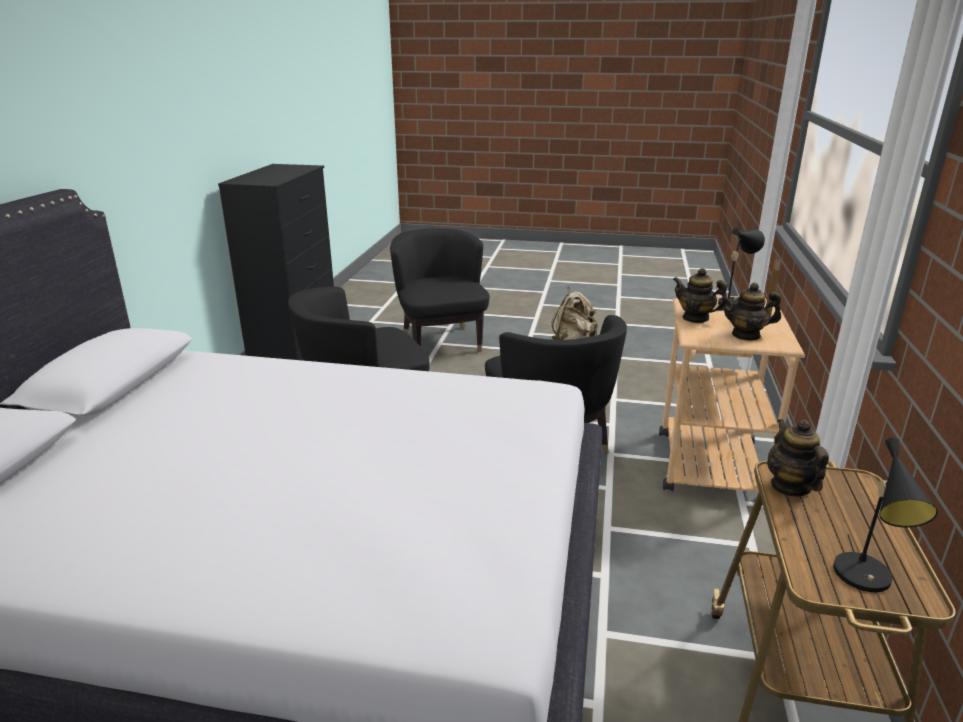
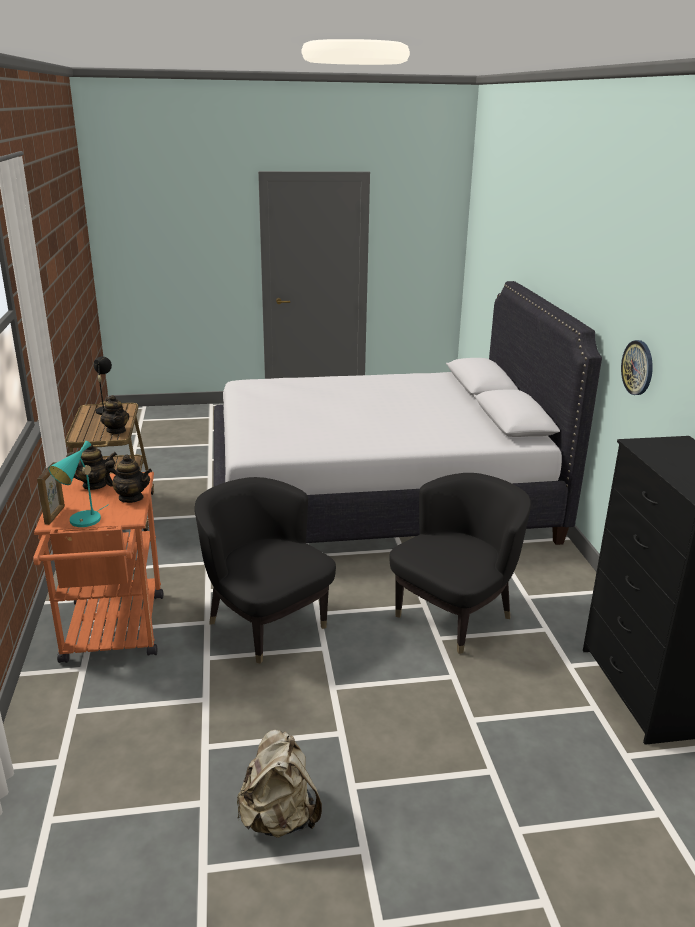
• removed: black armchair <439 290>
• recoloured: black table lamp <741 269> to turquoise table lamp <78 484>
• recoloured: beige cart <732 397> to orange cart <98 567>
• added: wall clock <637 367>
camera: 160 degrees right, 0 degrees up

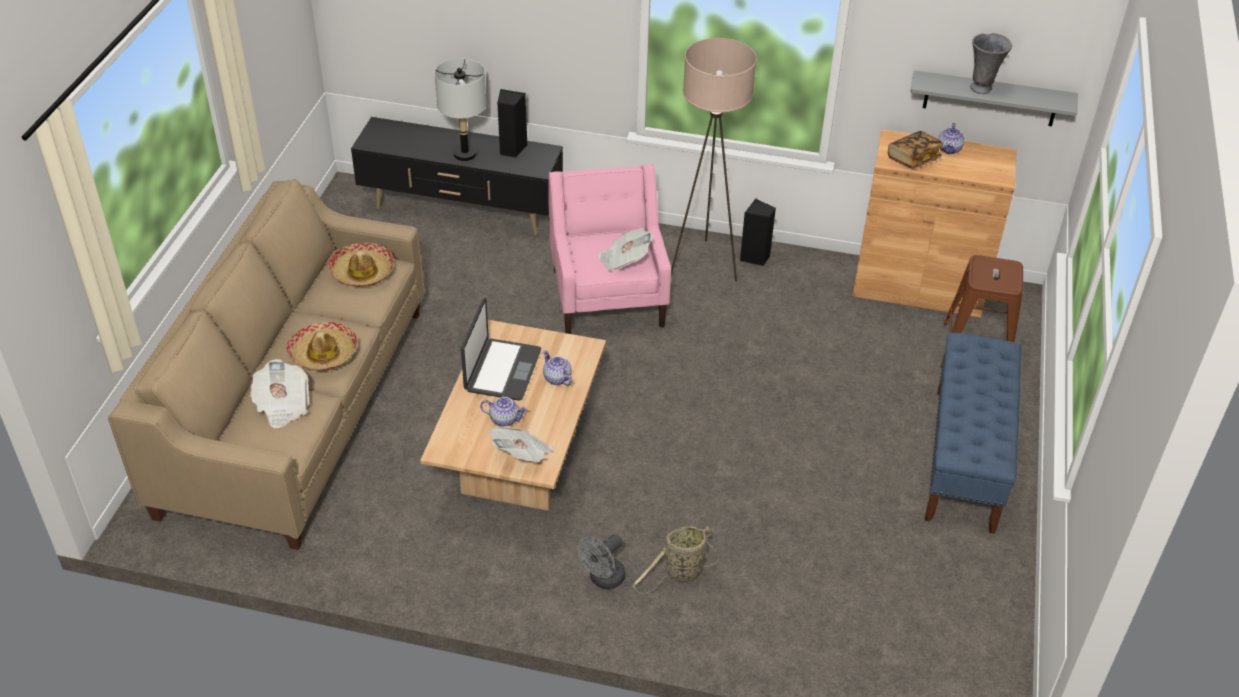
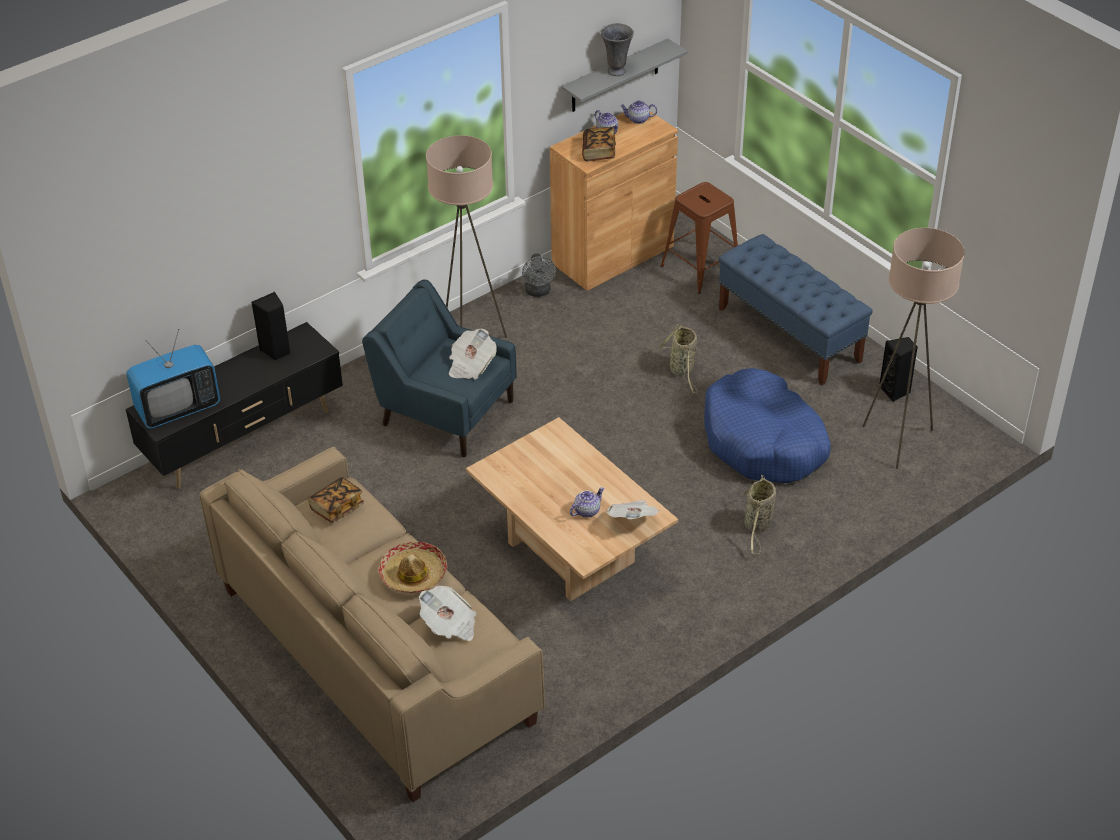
• removed: grey table lamp <460 109>
• recoloured: pink armchair <609 249> to blue armchair <439 368>
• moved: black speaker <758 232> to <898 369>
• replaced: hat <361 264> to book <336 500>
• removed: laptop <501 349>
• moved: teapot <557 368> to <638 112>
• moved: grey fan <601 561> to <539 275>
• added: beige floor lamp <913 348>
• added: basket <678 359>
• added: television <173 379>
• added: blue dog bed <767 425>
camera: 50 degrees left, 0 degrees up

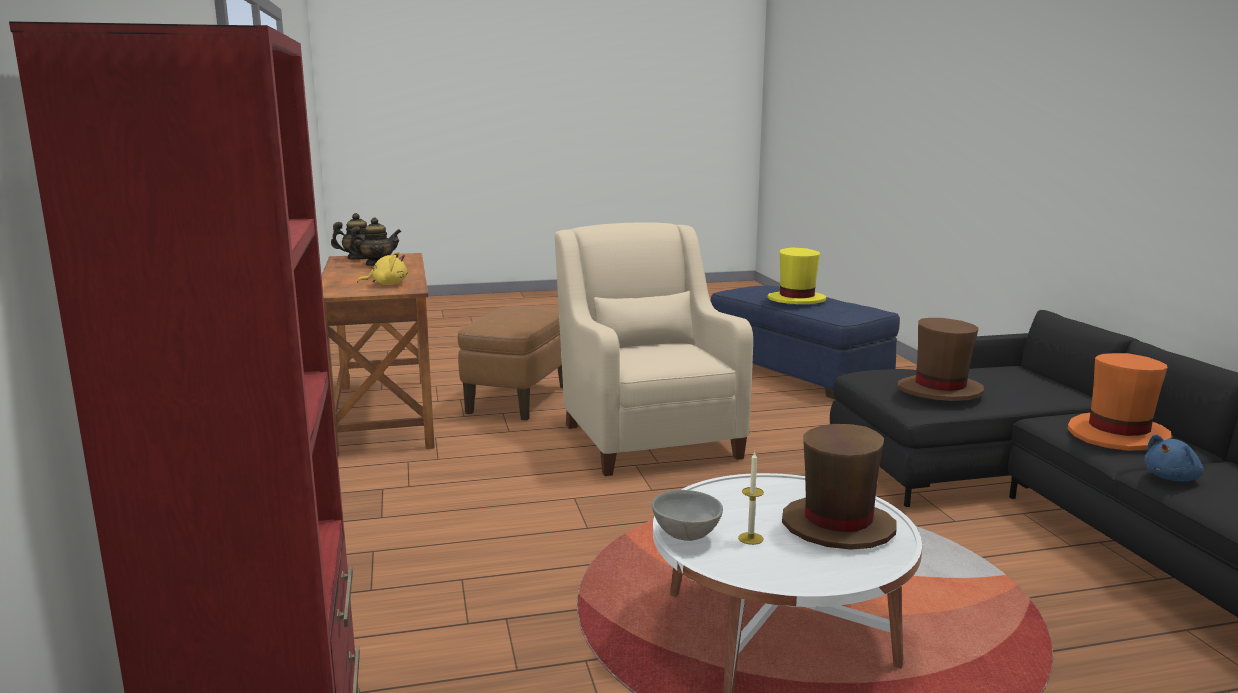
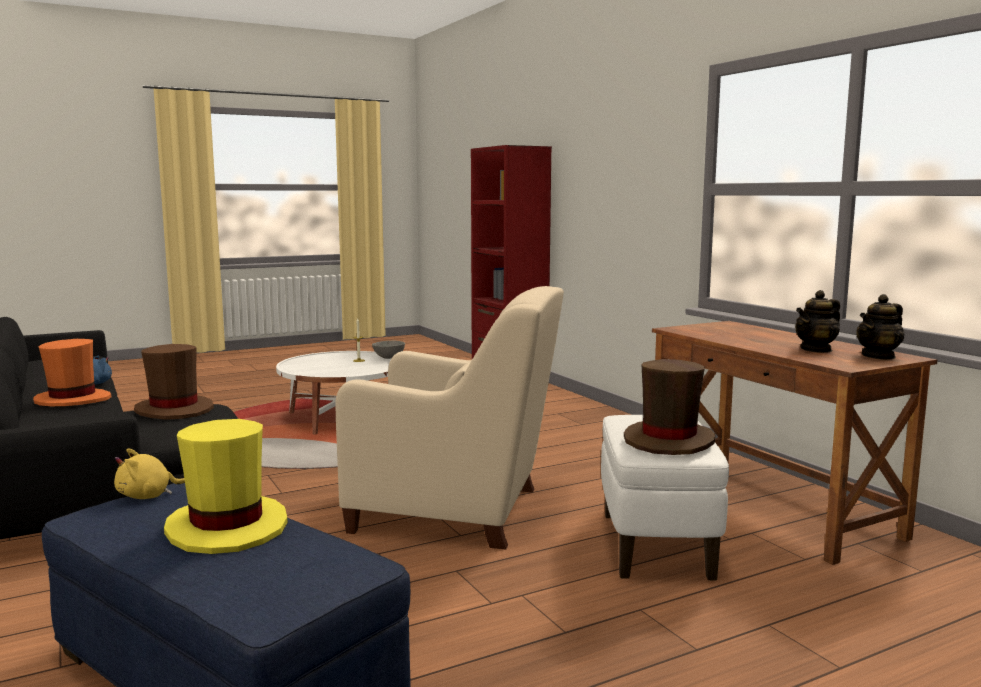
• turned: beige armchair <654 349> = <449 417> 45 degrees counterclockwise
• moved: yellow plush toy <382 268> to <149 474>
• recoloured: brown ottoman <510 363> to white ottoman <665 497>
• moved: brown hat <839 487> to <669 407>
camera: 165 degrees right, 5 degrees down

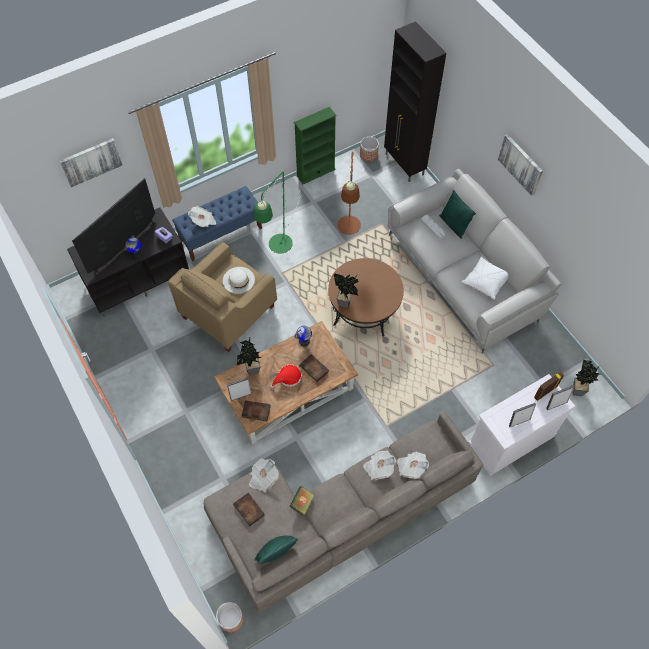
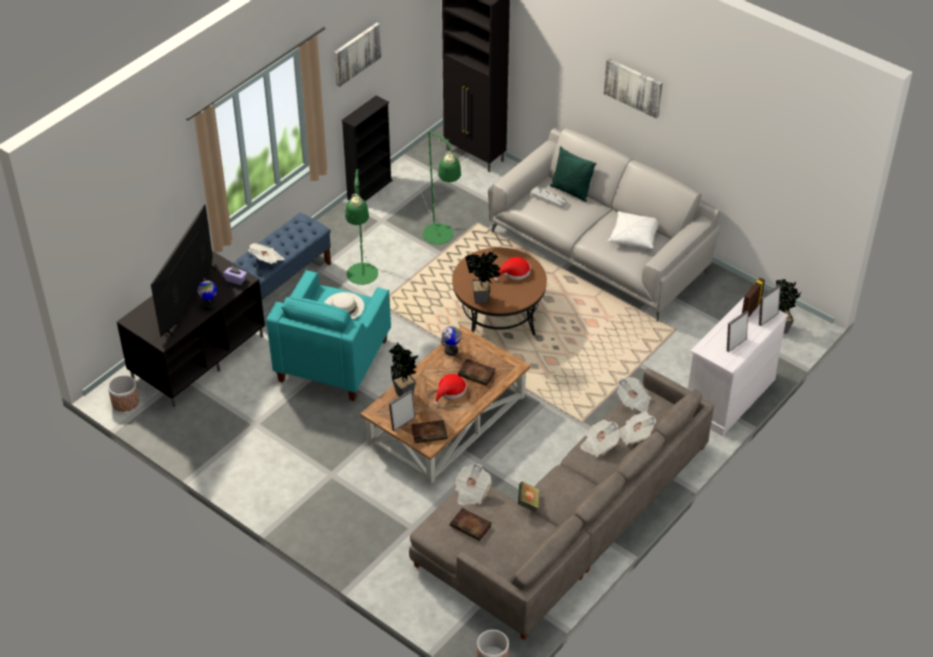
• recoloured: green bookcase <315 145> to black bookcase <367 148>
• moved: planter <369 149> to <123 393>
• moved: picture <91 162> to <357 55>
• recoloured: brown floor lamp <349 193> to green floor lamp <438 187>
• recoloured: beige armchair <222 297> to turquoise armchair <328 335>
• removed: green pillow <276 549>
• added: red hat <512 269>
• added: newspaper <634 395>
camera: 20 degrees left, 15 degrees down

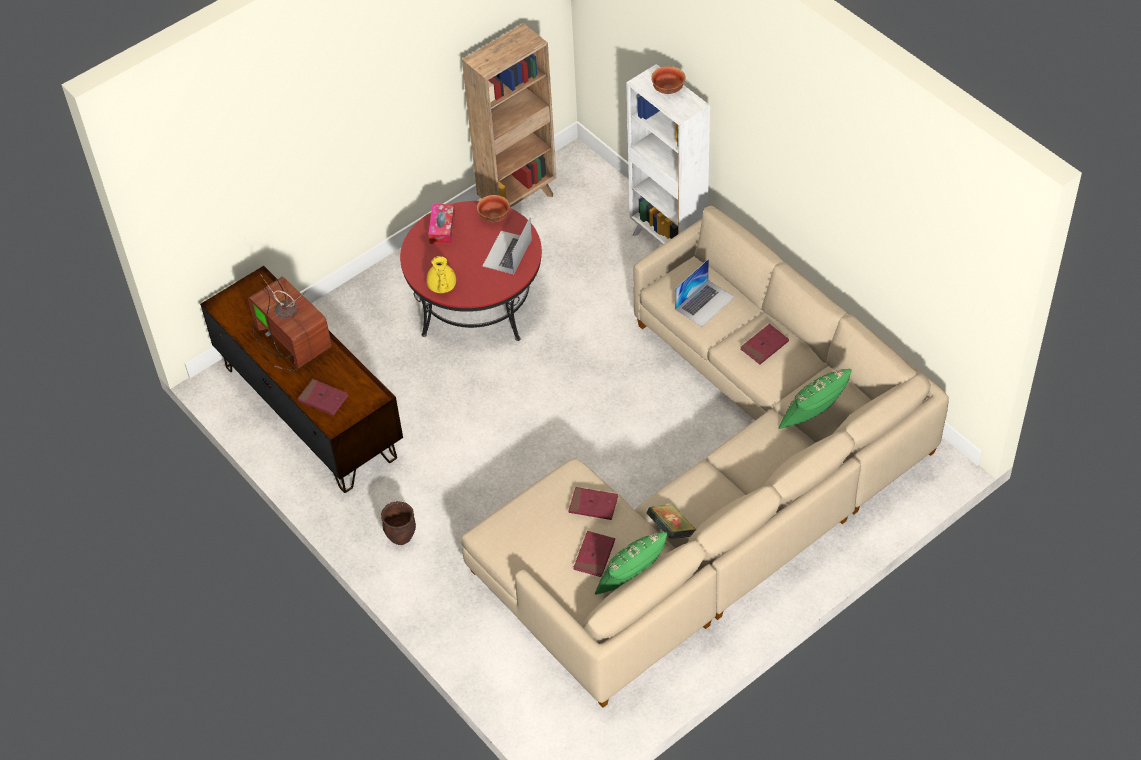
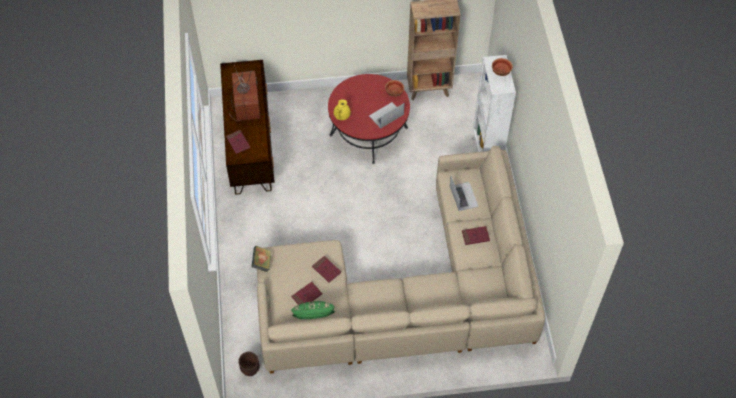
• removed: tissue box <441 224>
• turned: laptop <704 293> = <464 193> 90 degrees counterclockwise
• removed: green pillow <815 399>
• moved: brown planter <398 523> to <249 364>
• moved: book <671 521> to <261 259>
camera: 30 degrees right, 5 degrees up

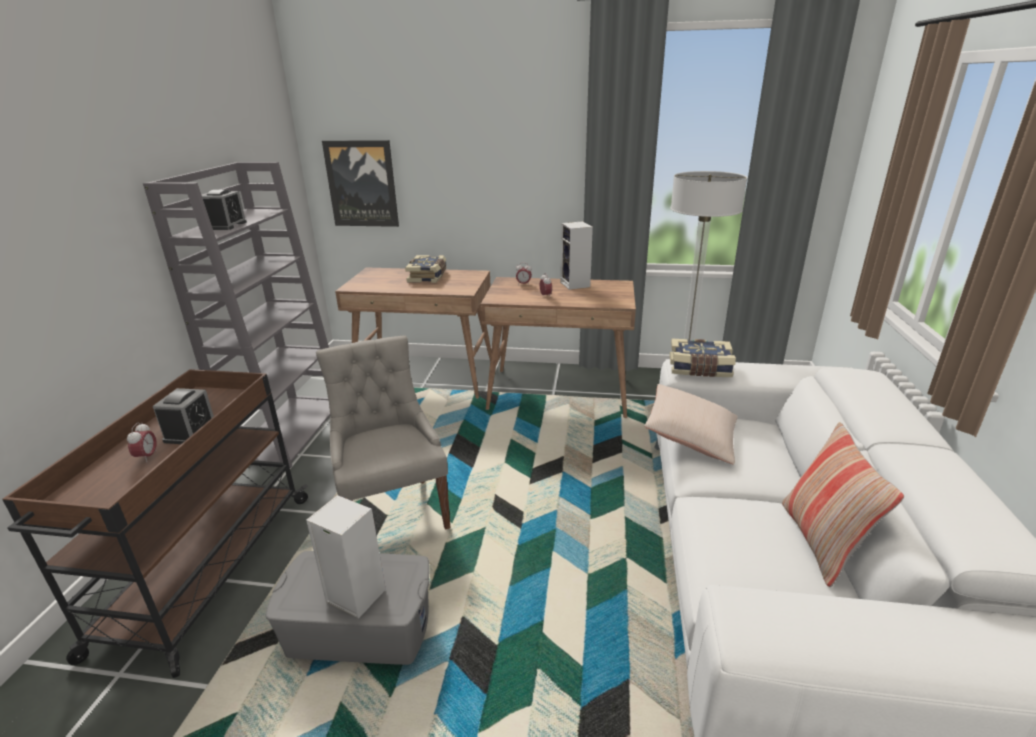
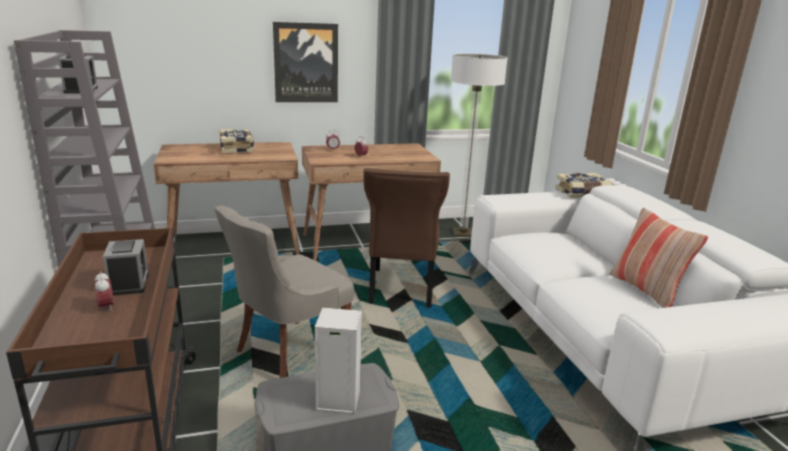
• moved: picture <360 183> to <305 62>
• removed: speaker <576 255>
• turned: grey chair <383 432> = <284 292> 90 degrees counterclockwise
• moved: book <703 357> to <583 185>
• removed: beige pillow <691 424>
• added: brown chair <407 238>
camera: 25 degrees left, 5 degrees down

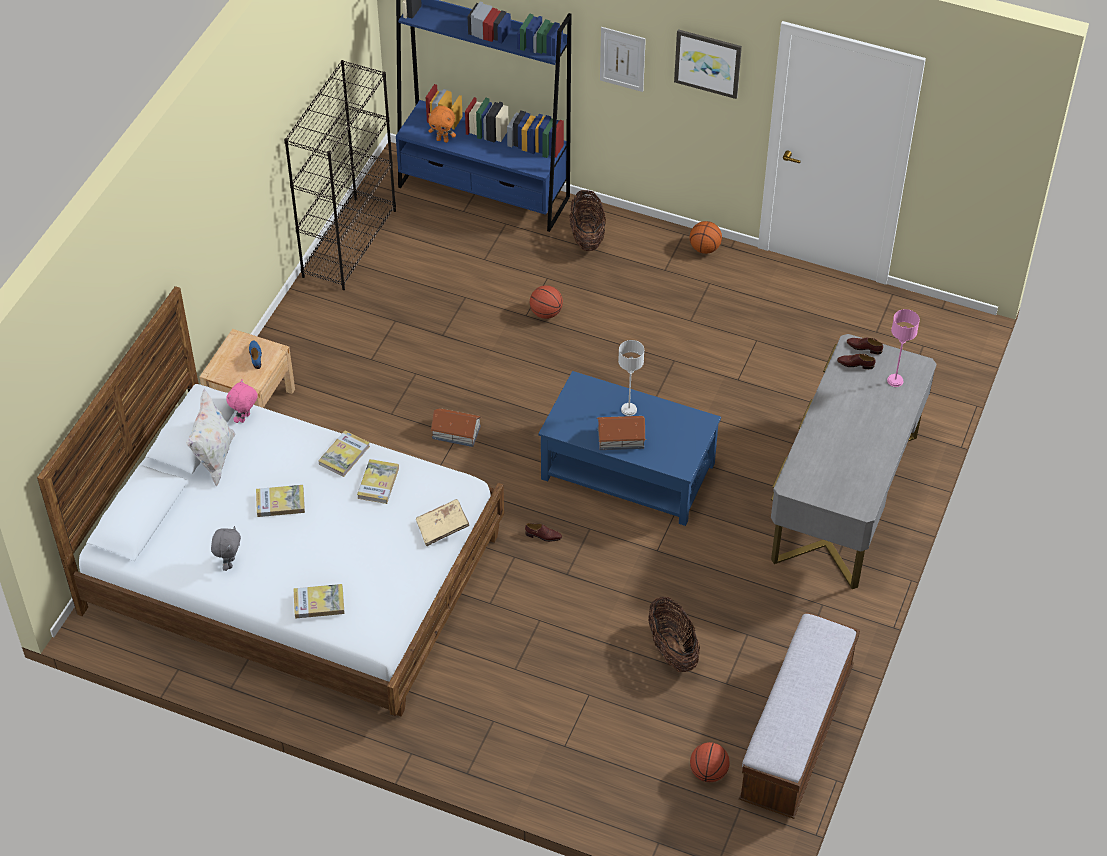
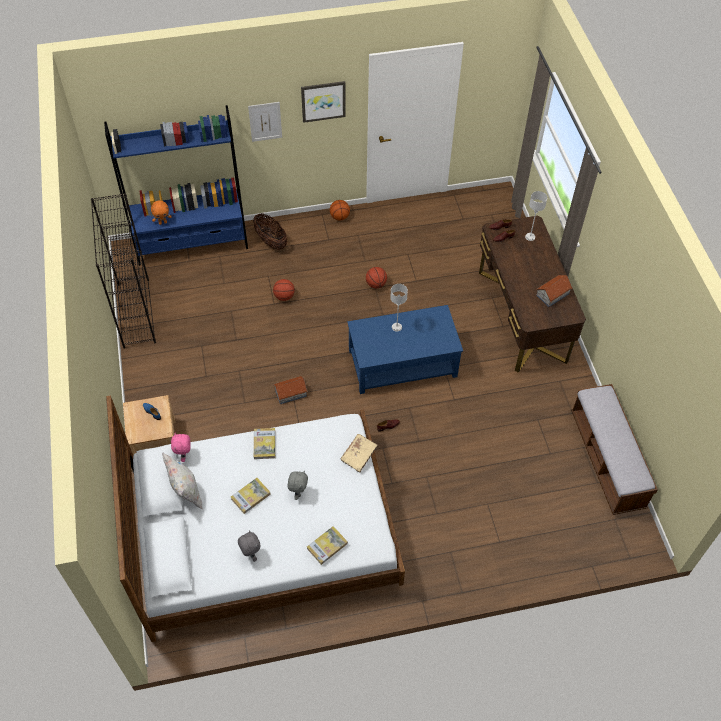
• recoloured: pink table lamp <903 348> to grey table lamp <536 216>
• recoloured: grey desk <854 461> to brown desk <532 294>
• moved: toy house <621 433> to <554 291>
• removed: book <378 481>
• removed: basket <674 634>
• moved: basketball <710 762> to <376 277>
• added: grey plush toy <297 485>
camera: 35 degrees left, 5 degrees up

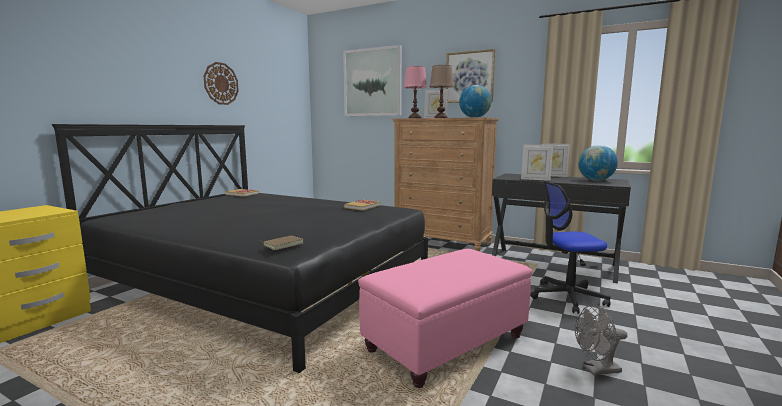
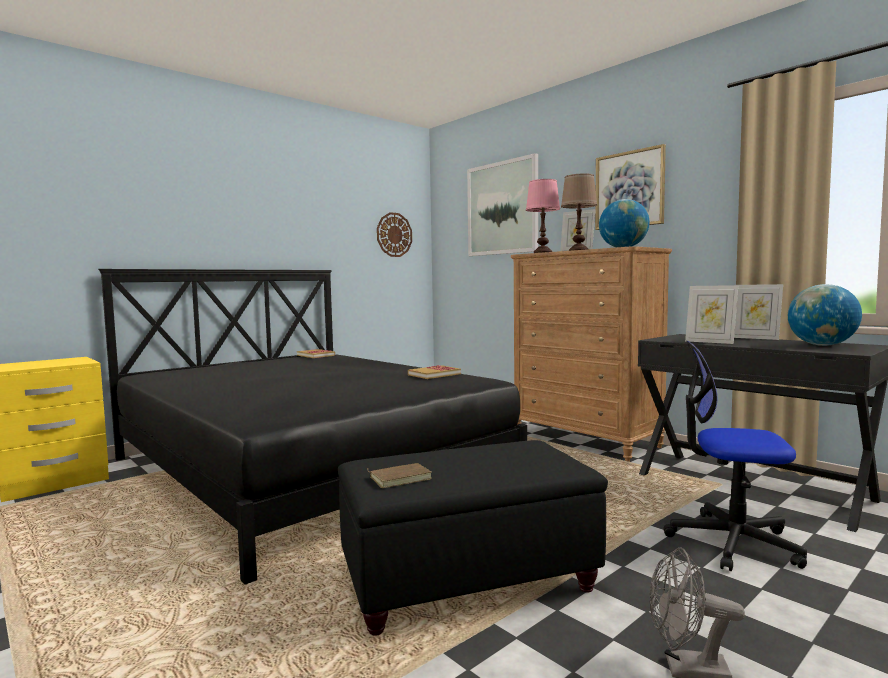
• moved: wall clock <221 83> to <394 234>
• moved: brown book <282 243> to <399 475>
• recoloured: pink ottoman <445 318> to black ottoman <473 538>
camera: 20 degrees right, 5 degrees down

